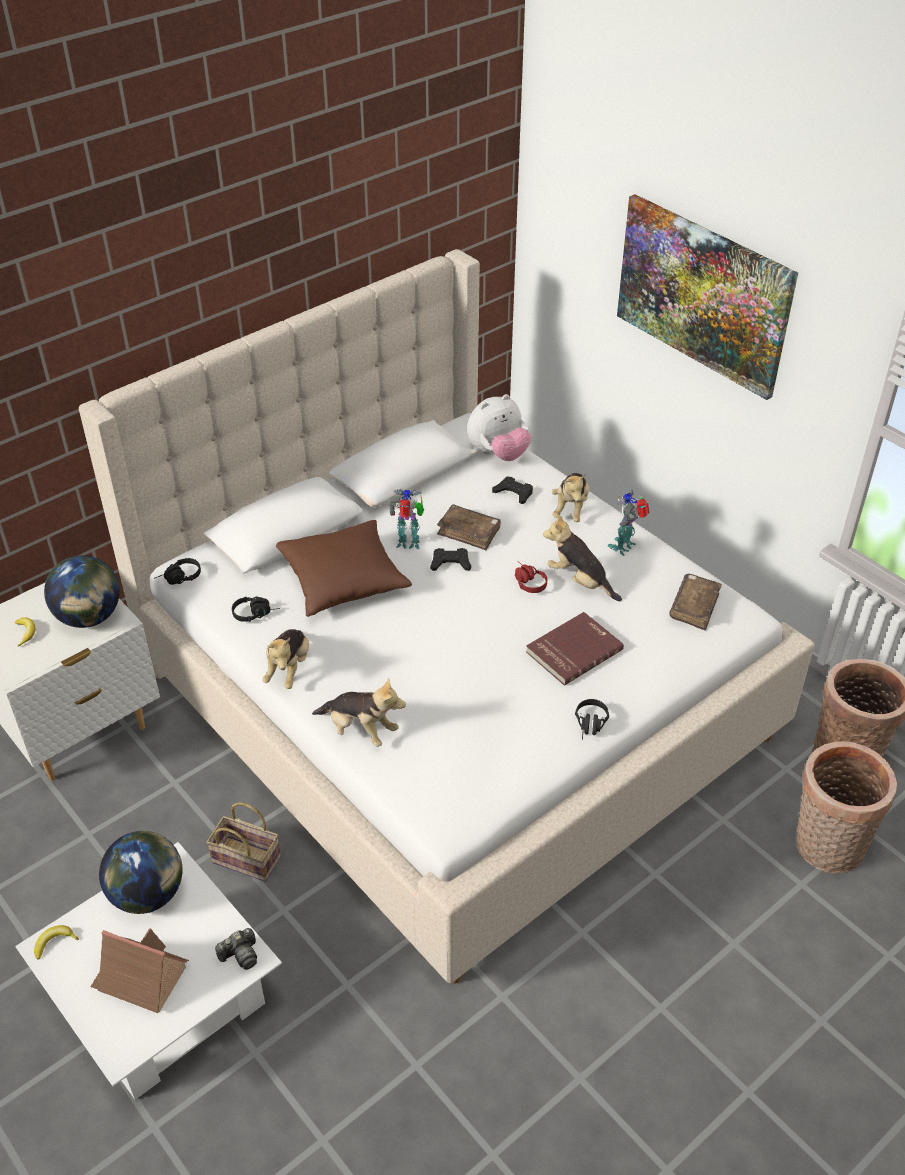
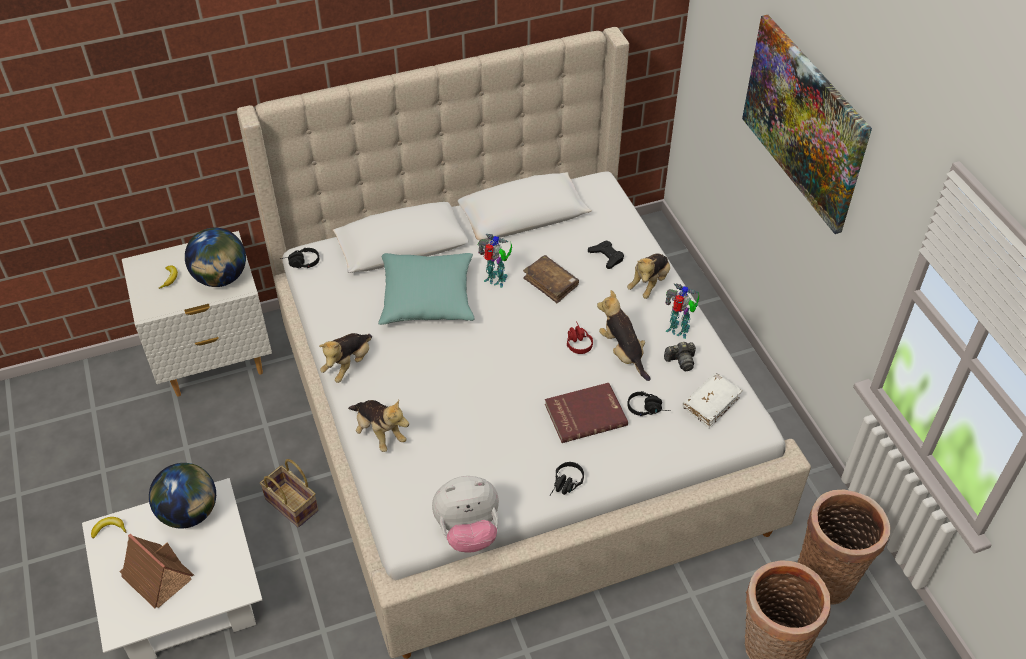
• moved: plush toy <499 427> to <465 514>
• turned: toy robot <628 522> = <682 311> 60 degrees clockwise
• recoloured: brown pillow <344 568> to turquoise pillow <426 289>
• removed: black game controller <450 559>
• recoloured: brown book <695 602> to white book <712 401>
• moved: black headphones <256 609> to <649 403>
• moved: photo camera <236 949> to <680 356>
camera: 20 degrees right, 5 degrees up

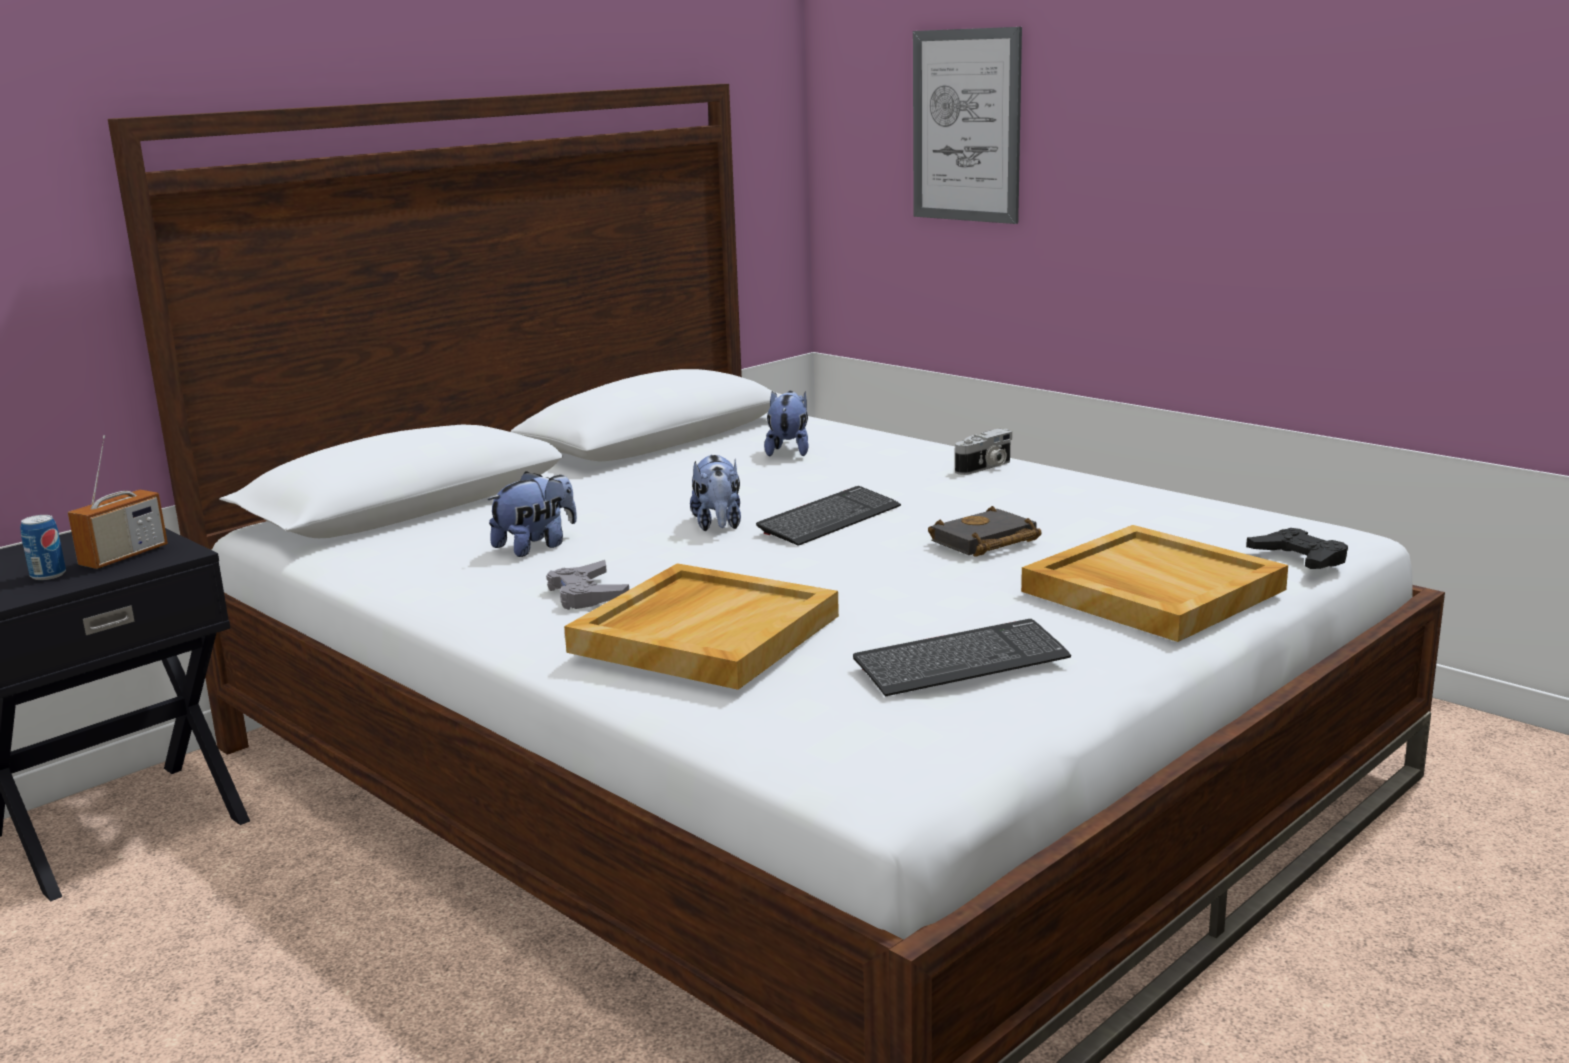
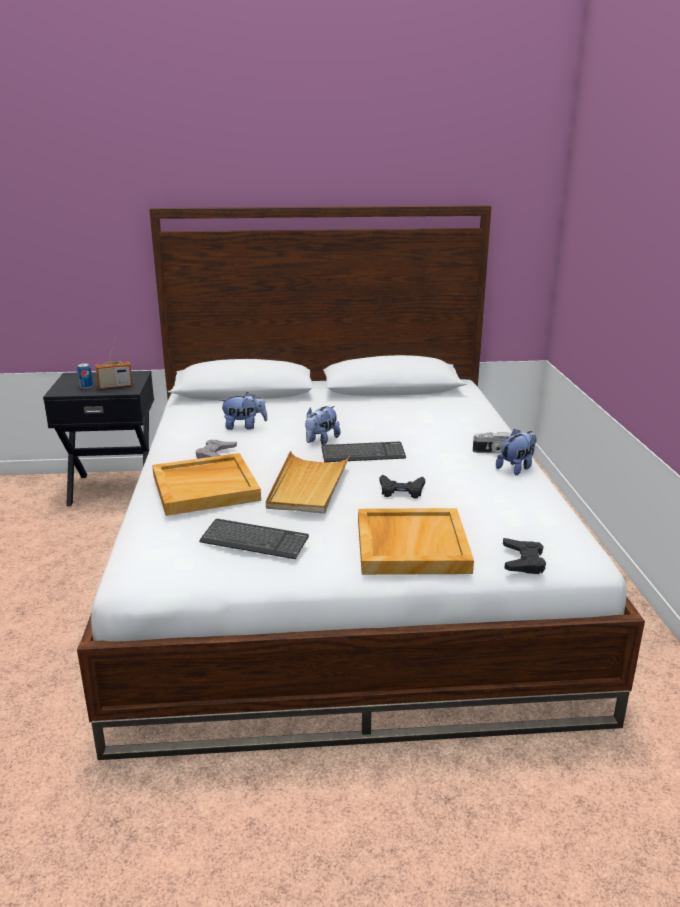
• removed: picture <967 125>
• moved: plush toy <786 423> to <516 452>
• replaced: black book <985 531> to black game controller <402 487>
• added: beige tray <308 482>
camera: 40 degrees right, 5 degrees up

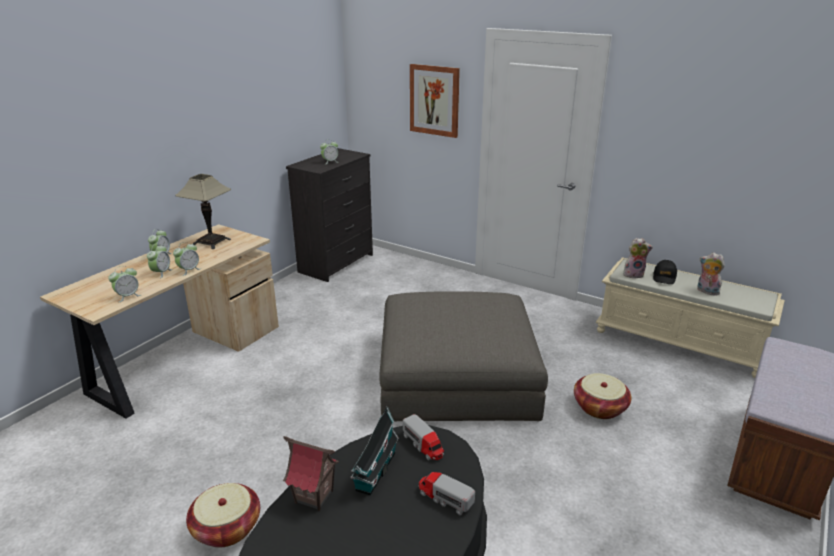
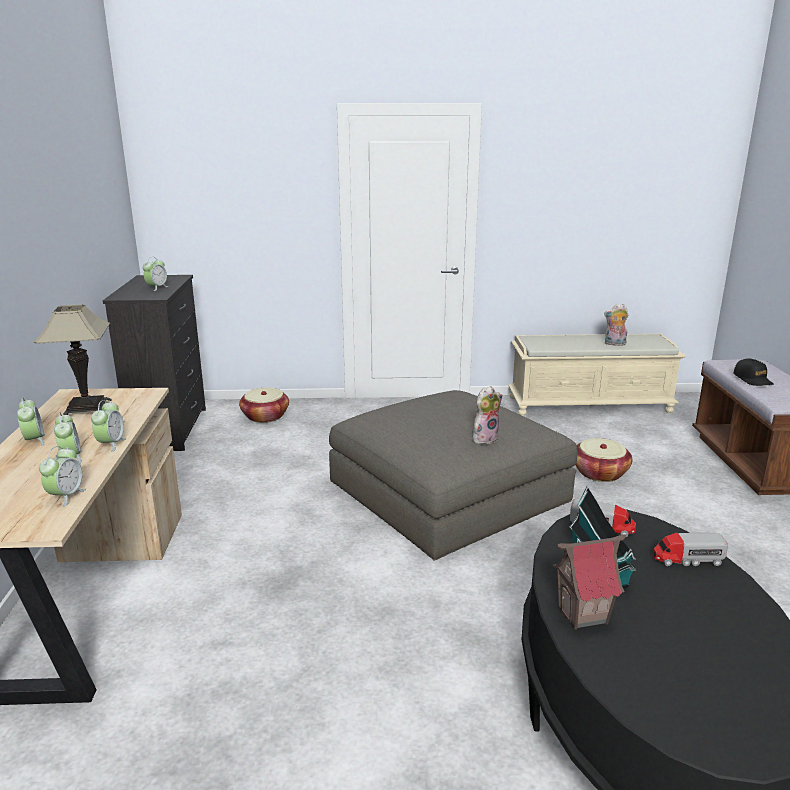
• removed: picture <435 101>
• moved: plush toy <638 258> to <487 415>
• moved: black cap <665 272> to <753 372>
• moved: basket <223 515> to <264 405>
camera: 35 degrees left, 5 degrees down

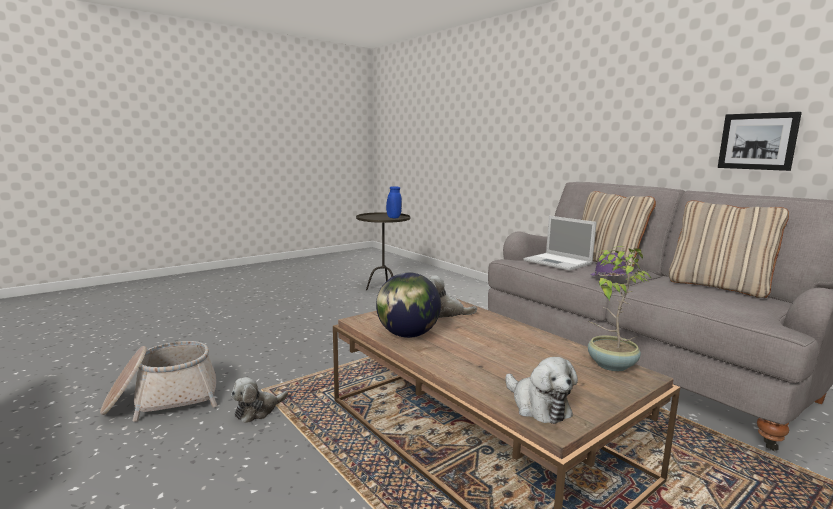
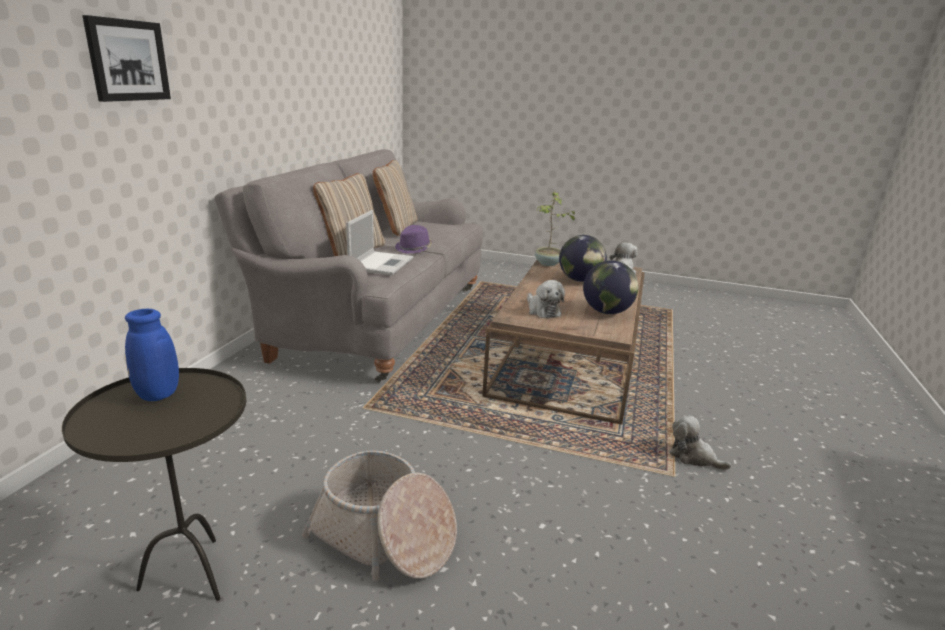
• moved: picture <760 141> to <126 58>
• moved: basket <158 381> to <379 516>
• turned: plush toy <259 400> = <700 442> 150 degrees counterclockwise
• added: globe <583 258>
camera: 125 degrees left, 10 degrees up

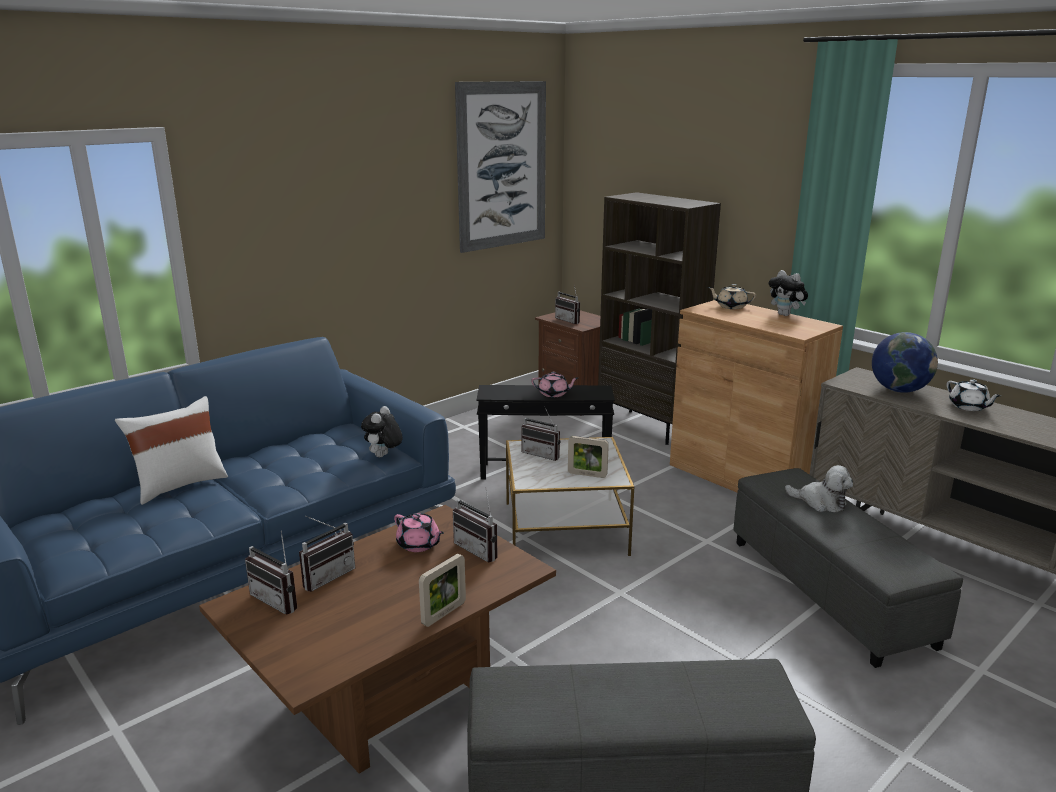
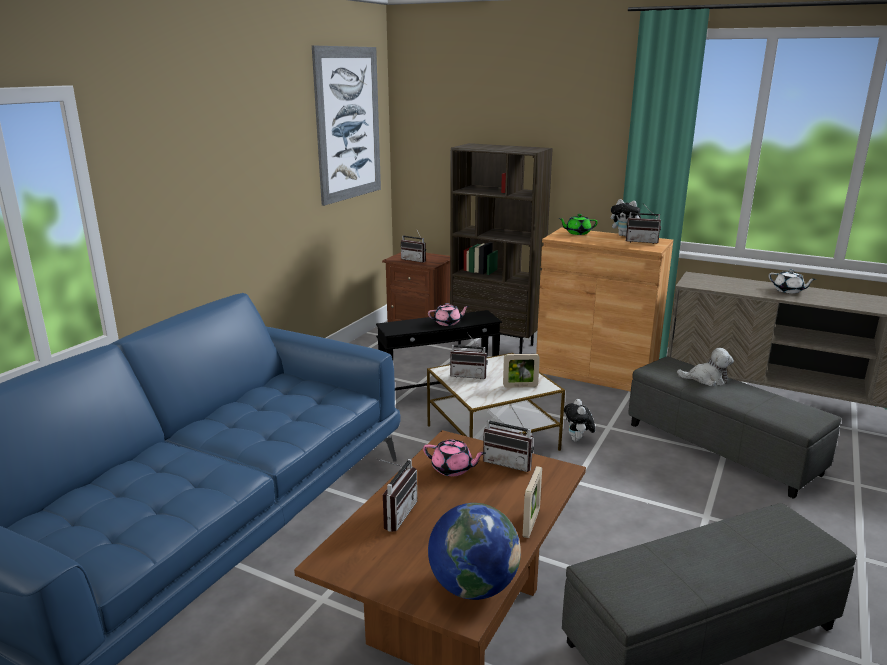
• recoloured: beige teapot <732 296> to green teapot <578 224>
• moved: globe <905 362> to <474 551>
• removed: white pillow <171 450>
• moved: plush toy <381 431> to <579 420>
• moved: radio <271 573> to <643 224>
camera: 20 degrees left, 0 degrees up

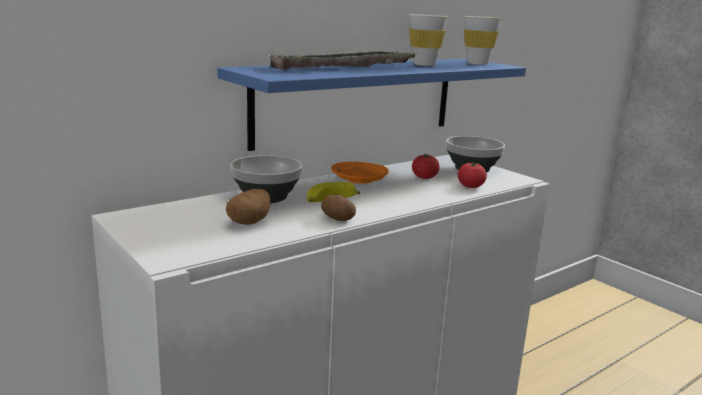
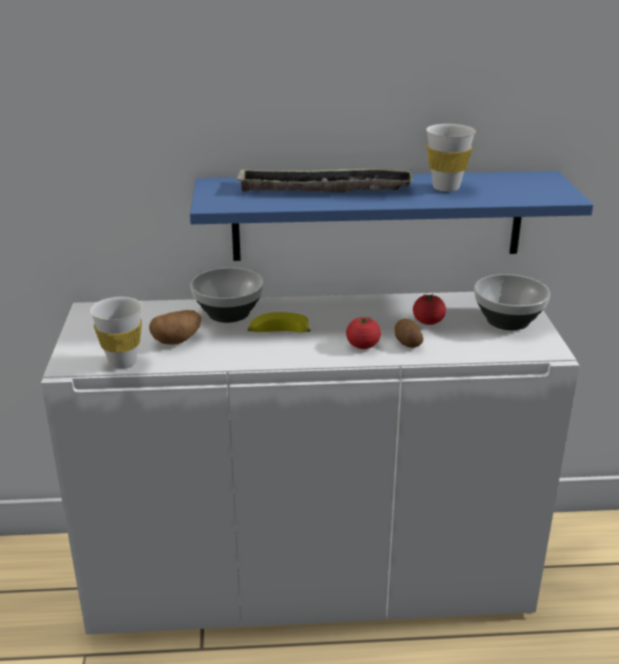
• moved: white cup <483 40> to <116 333>
• removed: orange plate <360 173>
• moved: tomato <472 175> to <363 333>
• moved: potato <338 207> to <409 333>
camera: 35 degrees right, 10 degrees up

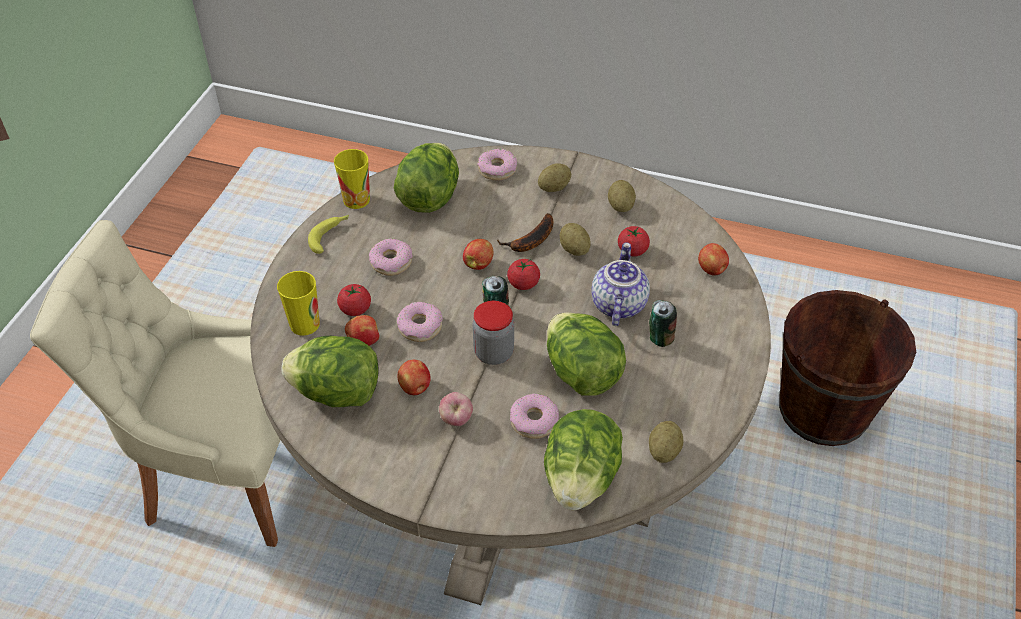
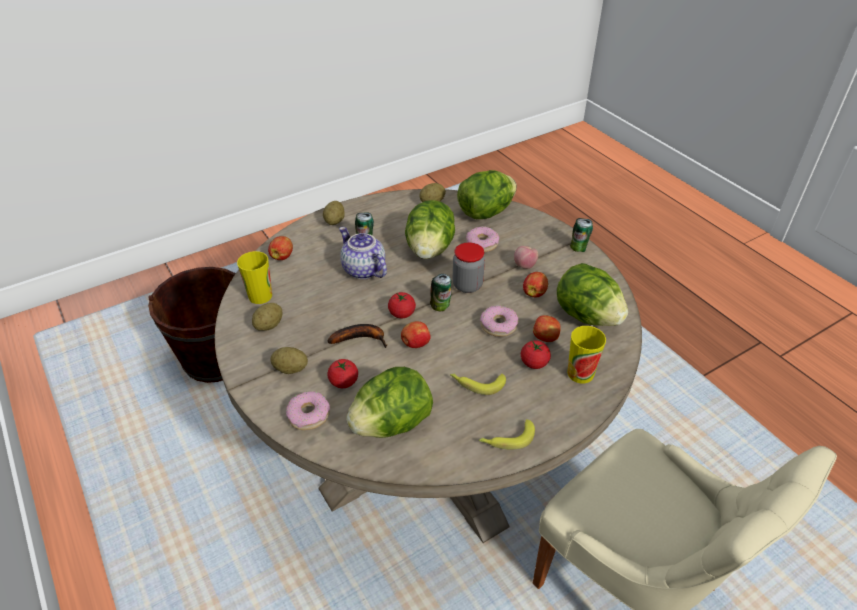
• moved: cup <352 179> to <254 277>
• moved: potato <575 239> to <334 213>
• moved: tomato <634 241> to <343 373>
• replaced: donut <391 257> to banana <478 384>
• turned: teapot <620 284> = <363 253> 90 degrees clockwise
• added: can <581 235>
camera: 140 degrees left, 5 degrees down

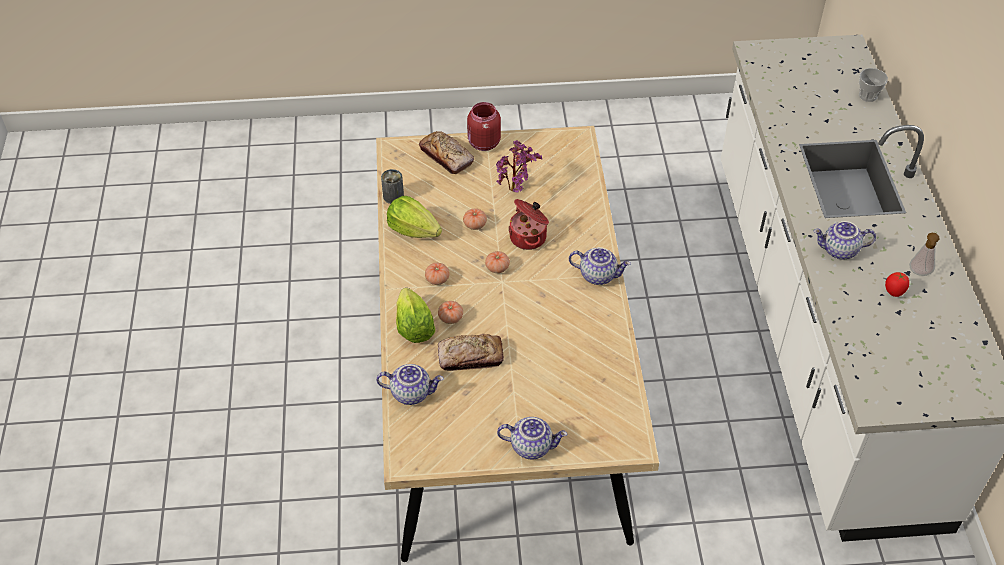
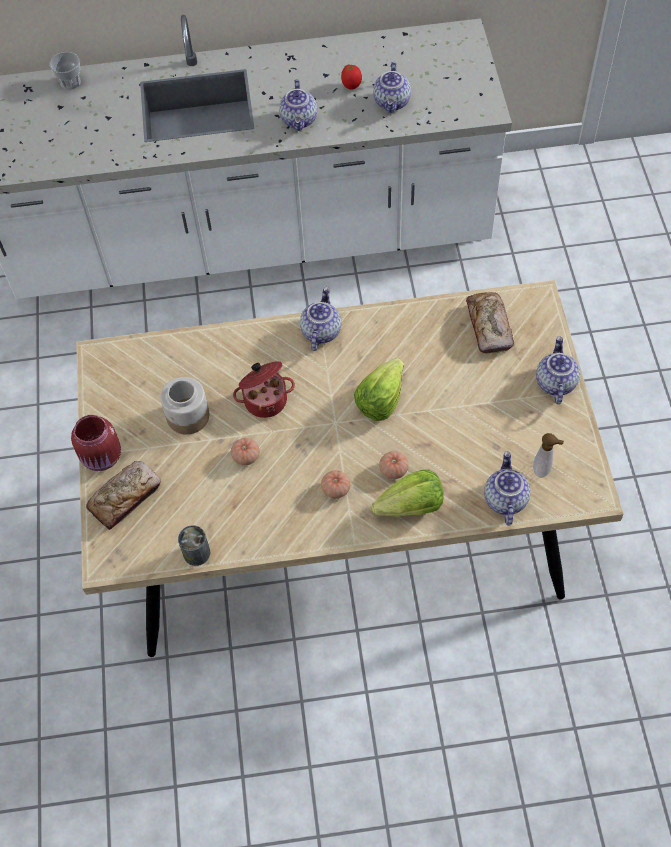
• replaced: potted plant <519 166> to jar <184 406>
• moved: lettuce <414 217> to <379 389>
• moved: soap dispenser <924 254> to <548 455>
• removed: tomato <497 262>
• moved: bread <471 352> to <490 323>
• added: teapot <392 87>
camera: 90 degrees left, 10 degrees up

